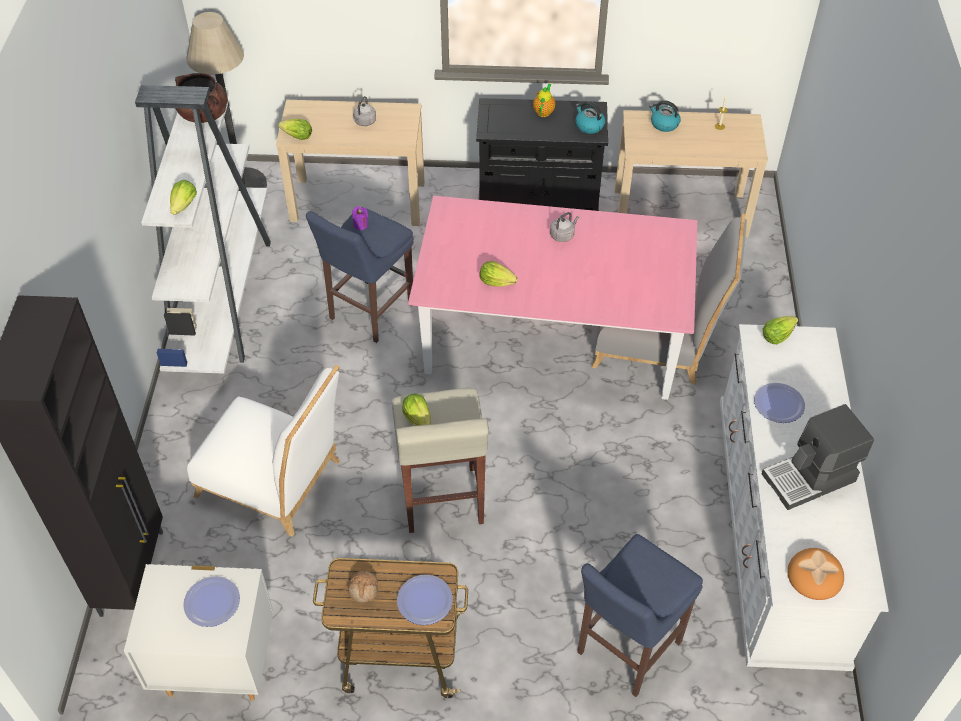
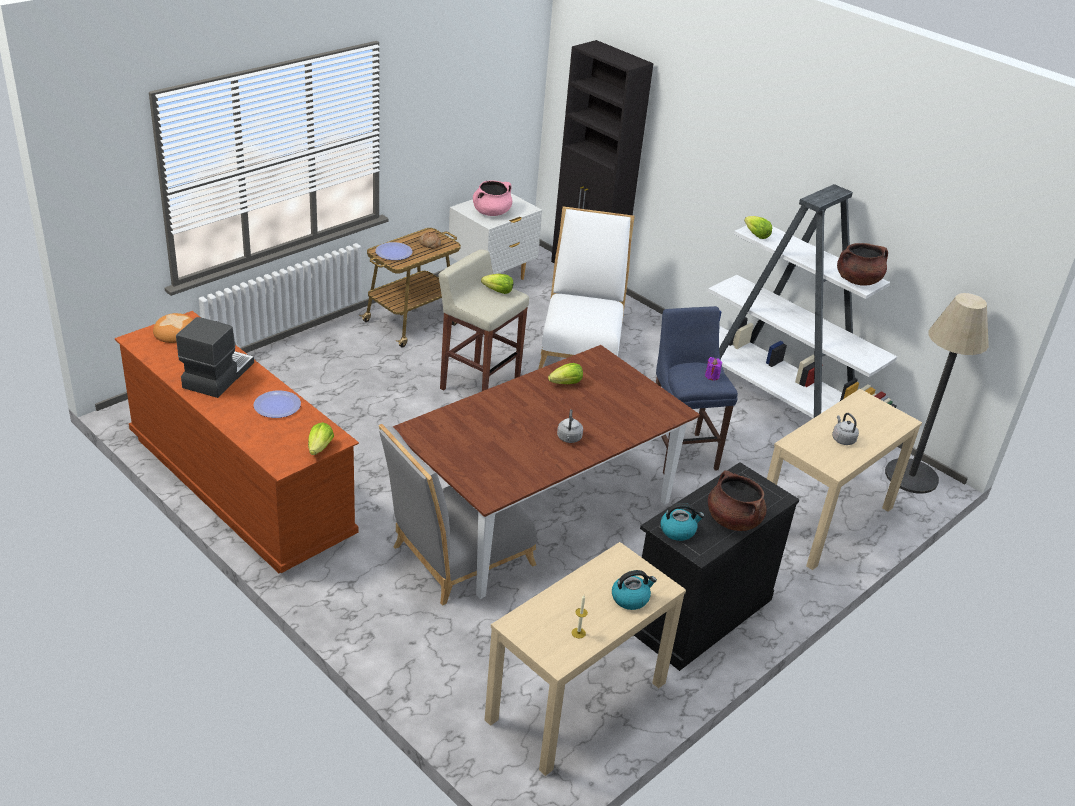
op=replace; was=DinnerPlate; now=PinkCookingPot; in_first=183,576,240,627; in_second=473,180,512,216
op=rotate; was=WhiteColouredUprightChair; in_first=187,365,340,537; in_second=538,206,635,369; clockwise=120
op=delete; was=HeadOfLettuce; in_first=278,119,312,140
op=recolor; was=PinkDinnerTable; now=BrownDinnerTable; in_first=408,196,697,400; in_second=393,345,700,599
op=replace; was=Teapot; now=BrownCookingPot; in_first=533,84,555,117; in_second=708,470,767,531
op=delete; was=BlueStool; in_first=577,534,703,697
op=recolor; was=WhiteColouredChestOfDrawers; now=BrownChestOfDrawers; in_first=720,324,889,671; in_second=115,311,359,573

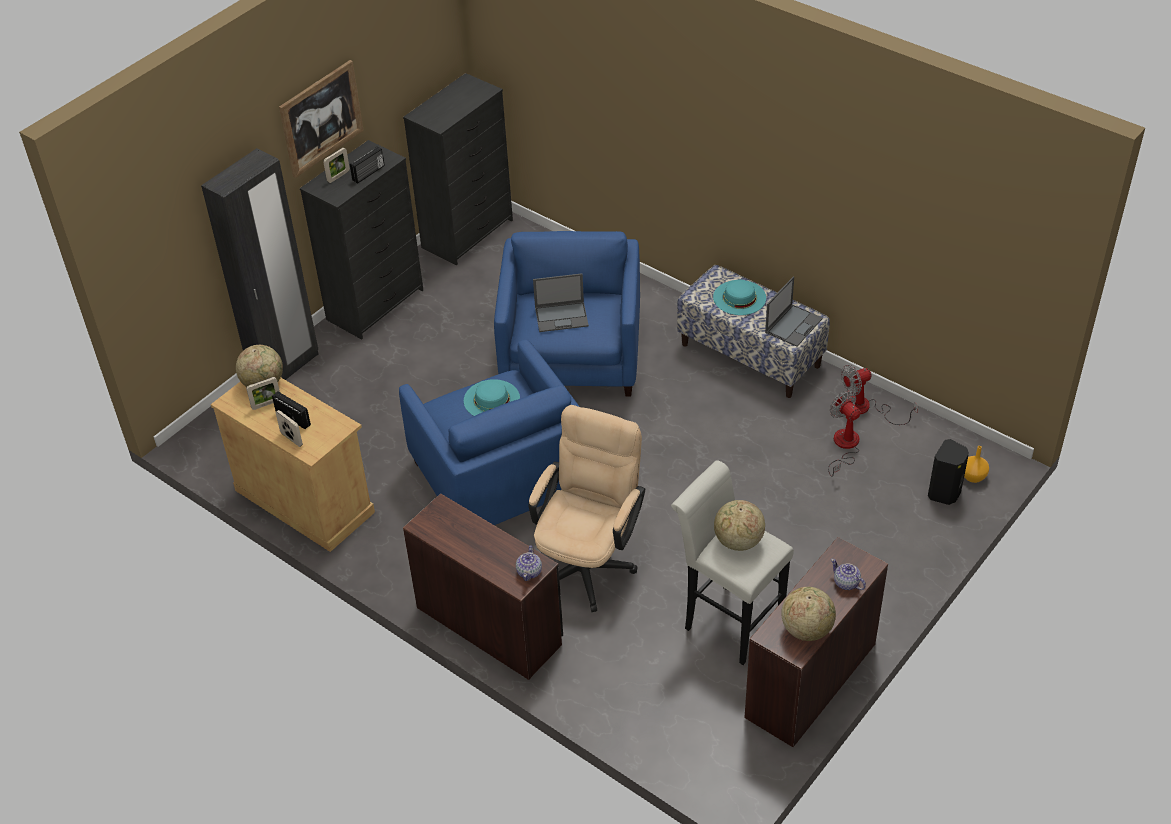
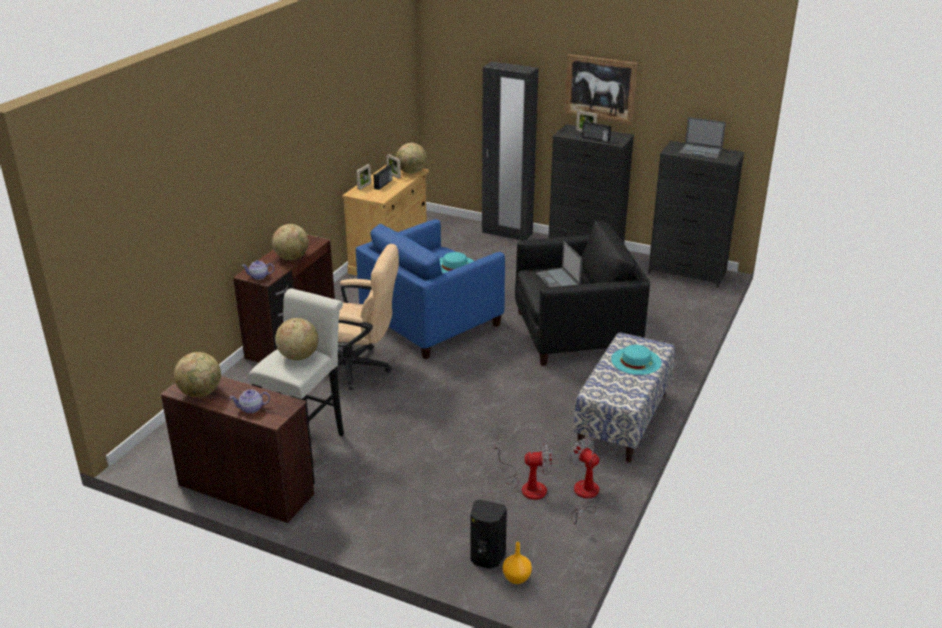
op=recolor; was=BlueEasyChair; now=BlackEasyChair; in_first=494,231,640,397; in_second=515,221,650,366
op=move; was=Laptop; in_first=765,276,823,347; in_second=679,117,726,159
op=rotate; was=Fan; in_first=828,391,860,477; in_second=494,443,552,500; clockwise=45
op=rotate; was=Teapot; in_first=831,559,866,590; in_second=230,389,270,414; clockwise=-135
op=insert; now=WorldGlobe; in_second=272,224,309,260

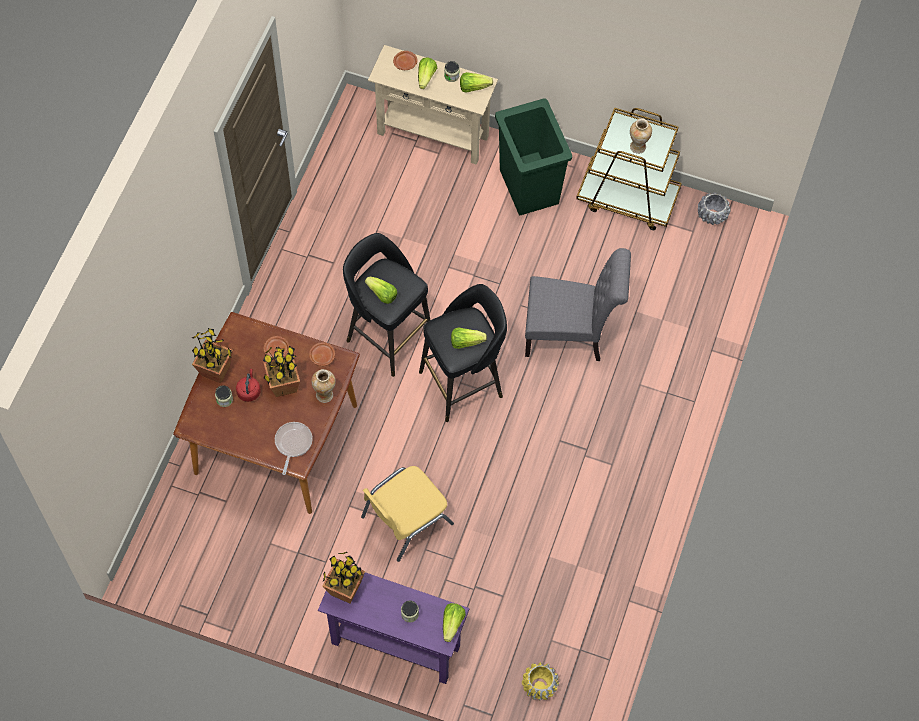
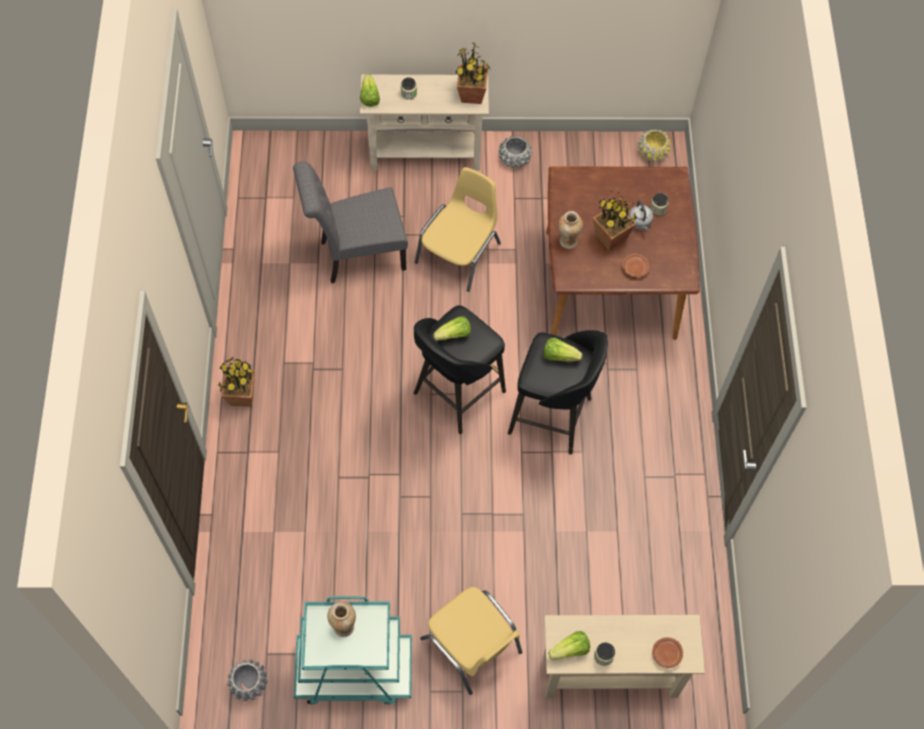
op=move; was=PlantInAPot; in_first=192,328,233,383; in_second=218,357,255,407
op=recolor; was=ReddishTeaKettle; now=GreyTeaKettle; in_first=236,369,261,402; in_second=629,200,653,230
op=delete; was=FryingPan; in_first=275,422,313,475
op=delete; was=BrownDinnerPlate; in_first=309,342,335,366
op=recolor; was=PurpleColouredNarrowTable; now=BeigeNarrowTable; in_first=318,572,469,684; in_second=360,75,489,170
op=delete; was=HeadOfLettuce; in_first=418,57,437,89
op=replace; was=GreenishWasteBin; now=YellowishUprightChair; in_first=495,98,572,216; in_second=420,587,522,695
op=move; was=YellowishFlowerPot; in_first=522,662,559,701; in_second=638,129,671,162
op=move; was=GreyUprightChair; in_first=525,248,631,361; in_second=293,162,408,283
op=recolor; was=BrownCart; now=TurquoiseColouredCart; in_first=576,107,682,230; in_second=294,596,412,705
op=insert; now=GreyFlowerPot; in_second=499,136,532,168

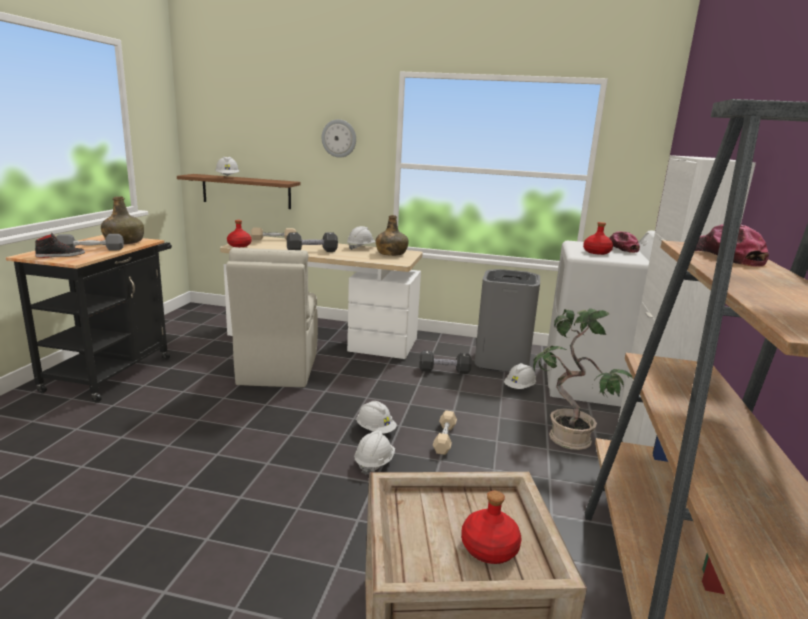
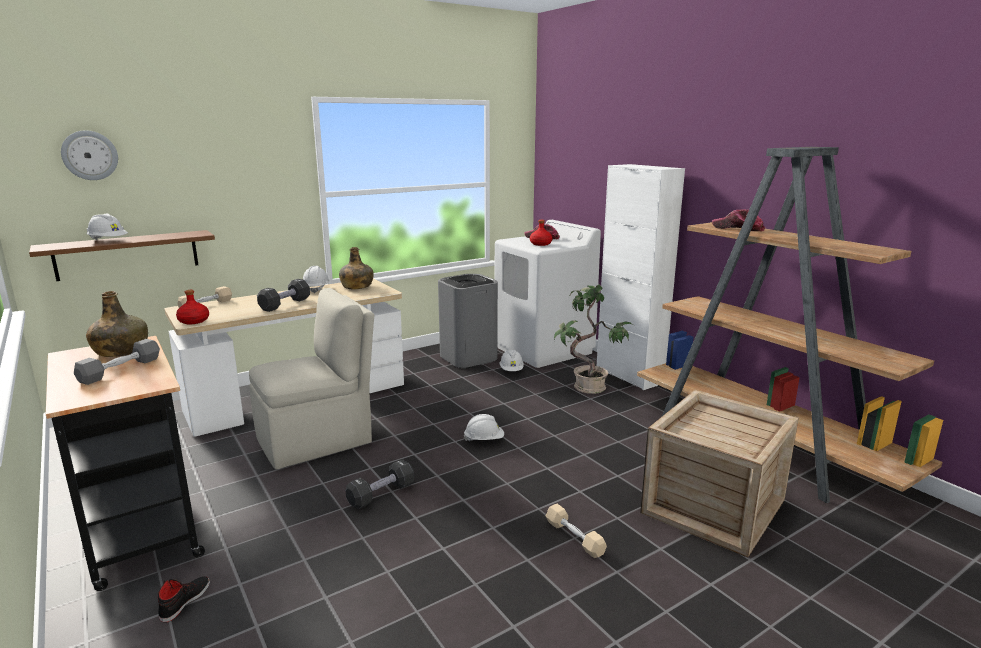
op=move; was=BlackItemOfFootwear; in_first=35,233,85,258; in_second=158,576,210,622
op=rotate; was=BeigeUprightChair; in_first=226,247,318,387; in_second=249,288,374,469; clockwise=-75
op=move; was=HangingClock; in_first=322,119,356,158; in_second=61,130,118,180
op=delete; was=WhiteColouredWorkHelmet; in_first=354,430,395,475
op=move; was=BlackFreeWeight; in_first=419,351,472,374; in_second=345,459,414,509
op=move; was=BeigeFreeWeight; in_first=433,410,457,455; in_second=546,504,607,558
op=delete; was=ReddishBeverageBottle; in_first=461,491,521,564

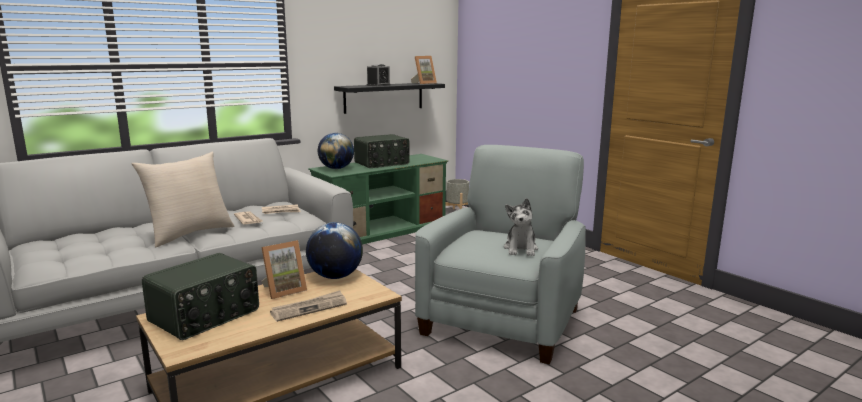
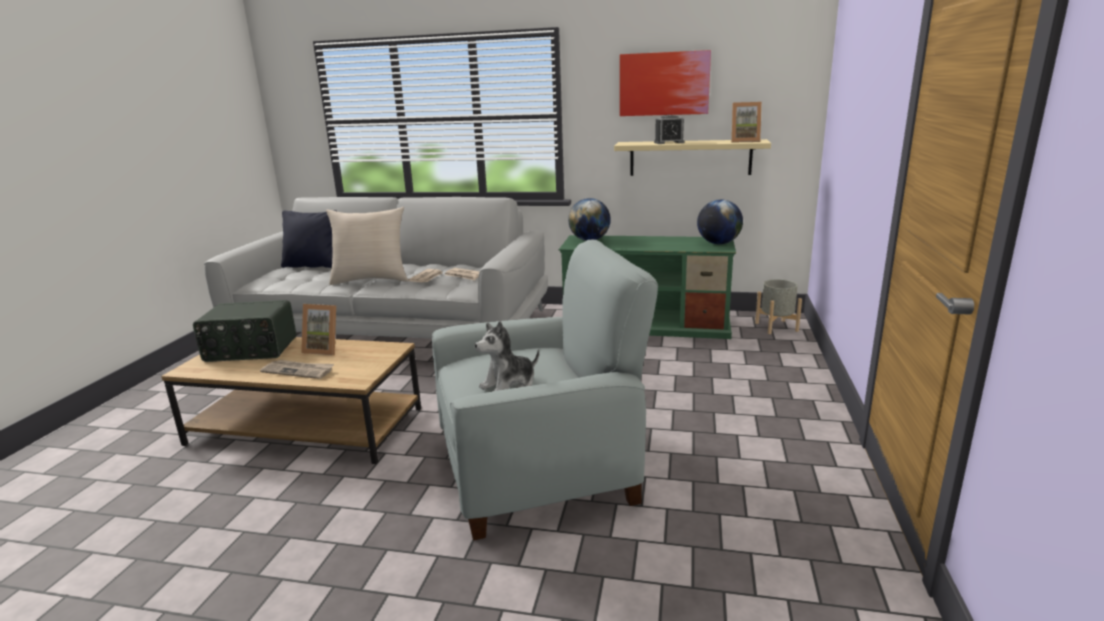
op=move; was=WorldGlobe; in_first=306,222,363,279; in_second=697,199,743,244
op=recolor; was=BlackWallShelf; now=BeigeWallShelf; in_first=334,83,445,114; in_second=614,139,771,176
op=delete; was=RadioSet; in_first=354,134,410,168
op=insert; now=BlackThrowPillow; in_second=281,210,336,268
op=insert; now=Picture; in_second=620,50,711,116

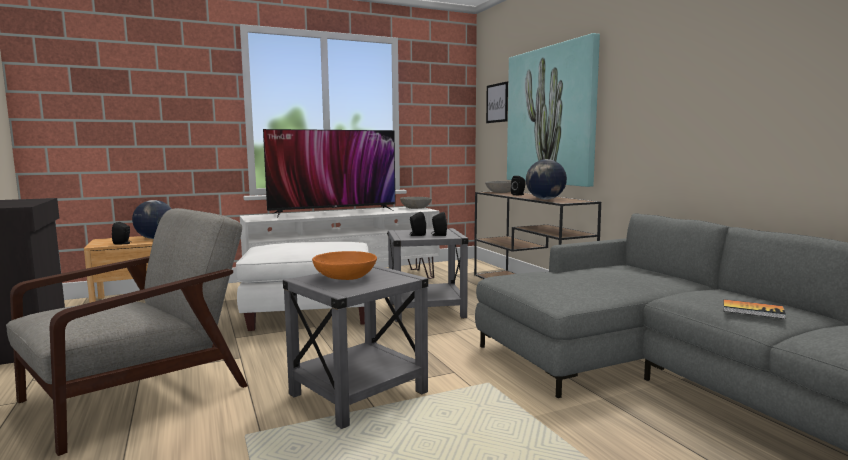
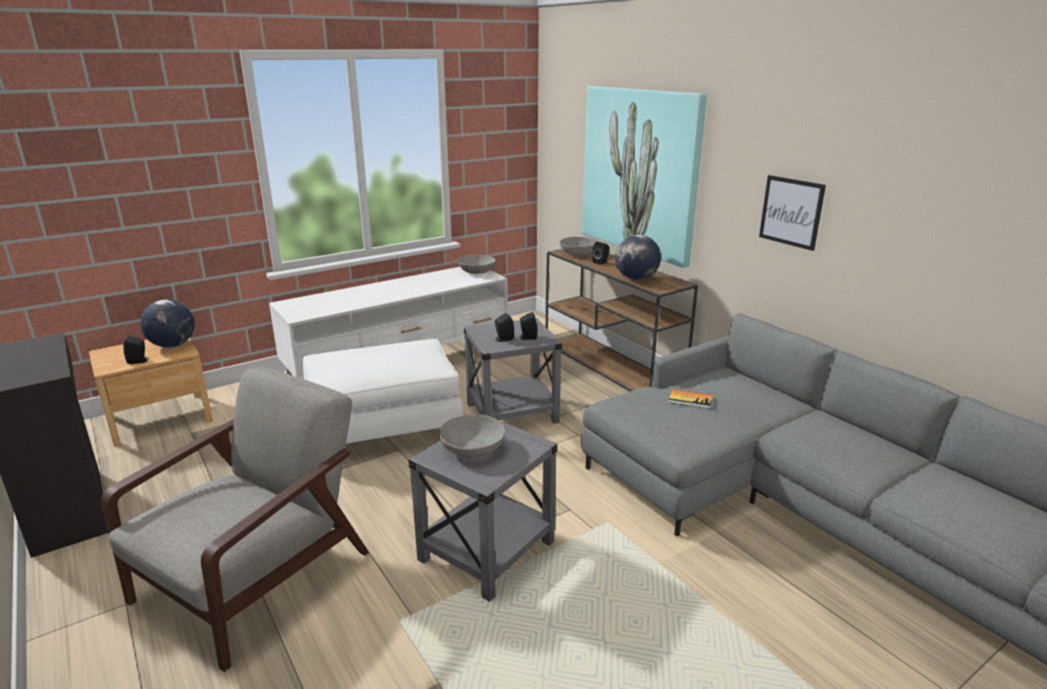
op=delete; was=Television; in_first=263,129,395,218
op=recolor; was=OrangeyServingBowl; now=GreyServingBowl; in_first=312,251,377,280; in_second=439,414,505,458
op=move; was=Picture; in_first=486,82,508,123; in_second=759,175,826,251
op=move; was=Volume; in_first=723,299,786,319; in_second=669,389,713,409

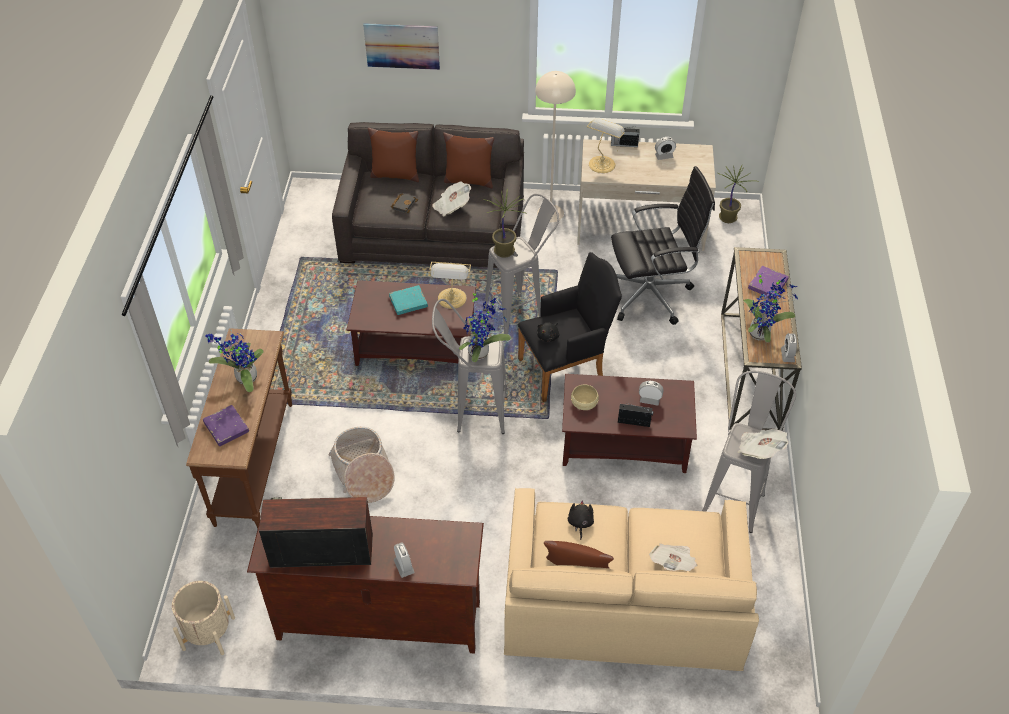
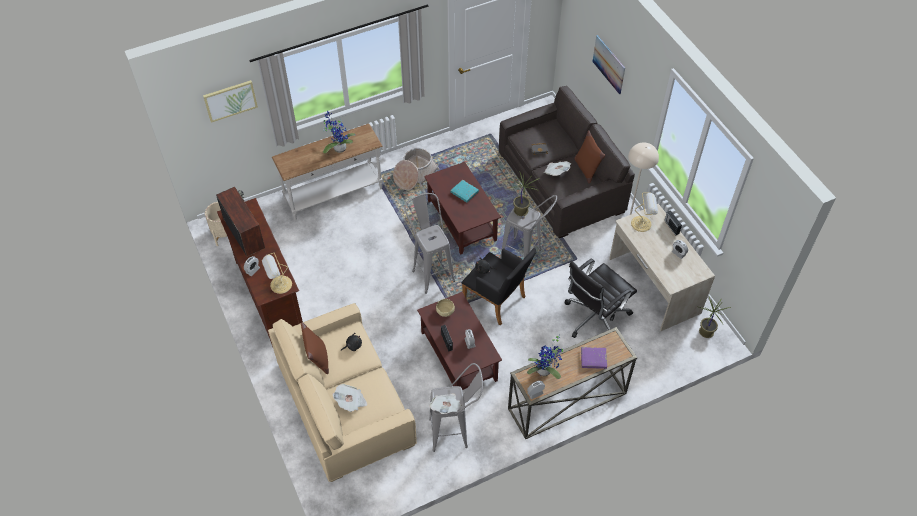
op=recolor; was=BrownNarrowTable; now=WhiteColouredNarrowTable; in_first=186,328,292,529; in_second=272,124,383,220
op=delete; was=PurpleColouredVolume; in_first=203,405,249,446
op=move; was=HouseholdBasket; in_first=329,427,394,503; in_second=393,148,440,190
op=delete; was=BrownThrowPillow; in_first=368,128,419,182
op=move; was=TabletopLamp; in_first=429,262,471,309; in_second=262,253,292,294
op=delete; was=PlantInAPot; in_first=459,290,511,362
op=rotate; was=BlackComputerChair; in_first=611,166,715,325; in_second=565,258,637,338; clockwise=90
op=insert; now=Picture; in_second=203,80,258,123

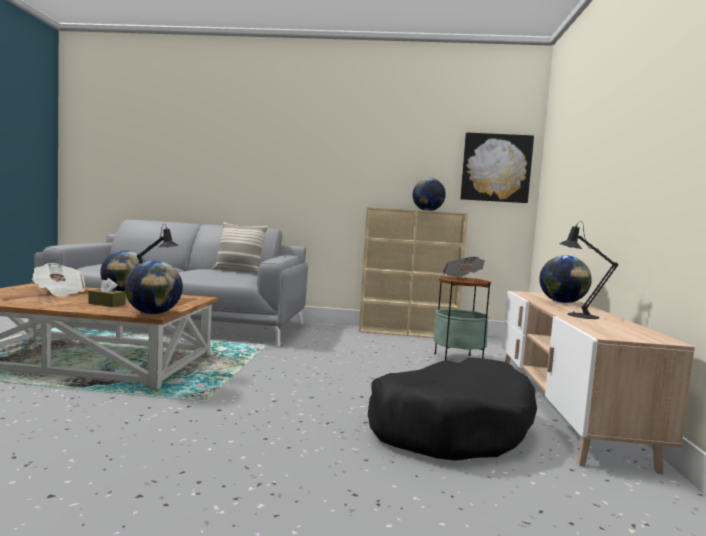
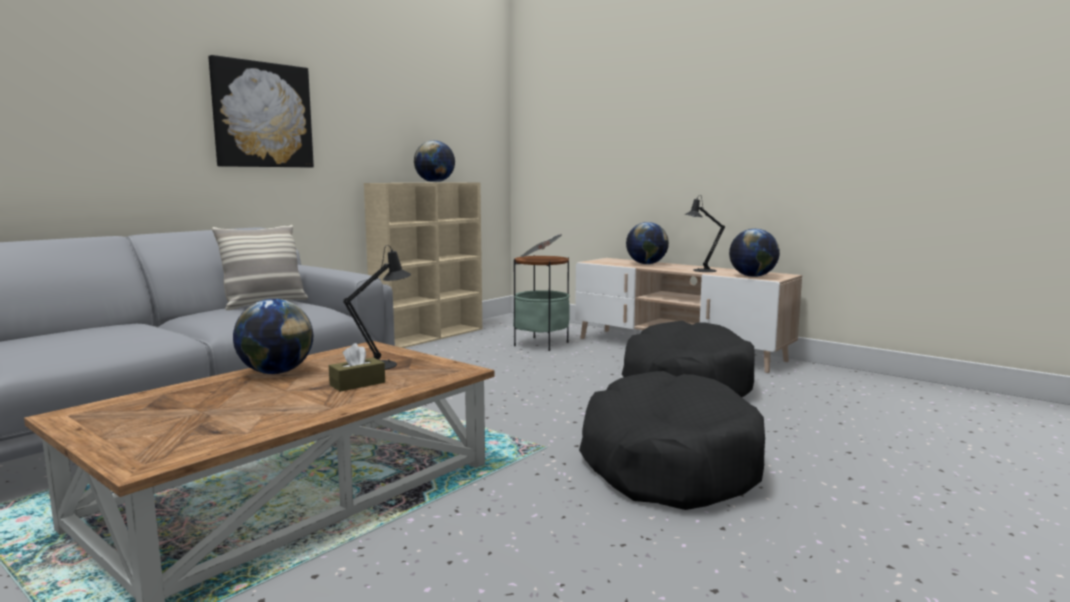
op=delete; was=PrintedPaper; in_first=32,263,85,297
op=move; was=WorldGlobe; in_first=125,261,183,314; in_second=729,229,780,277
op=move; was=Picture; in_first=460,132,534,203; in_second=208,55,314,168
op=insert; now=BlackPetBed; in_second=579,371,765,510

